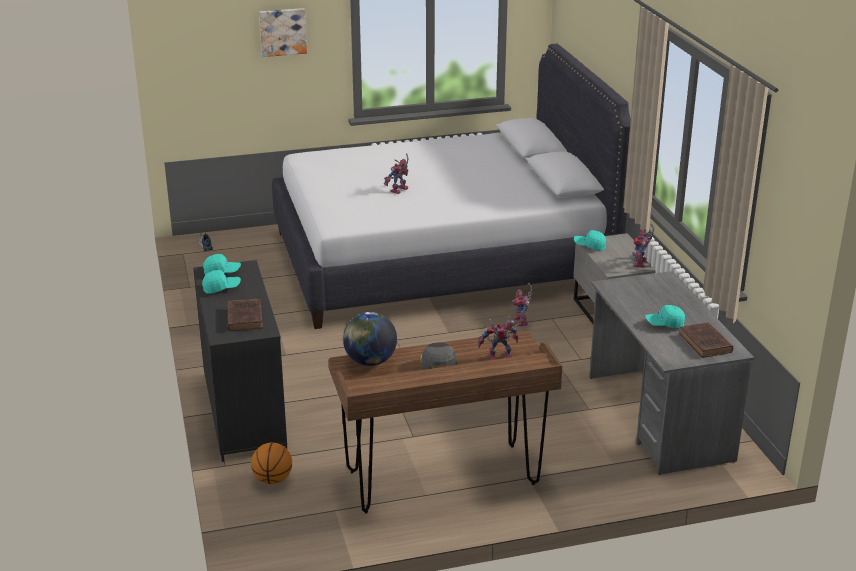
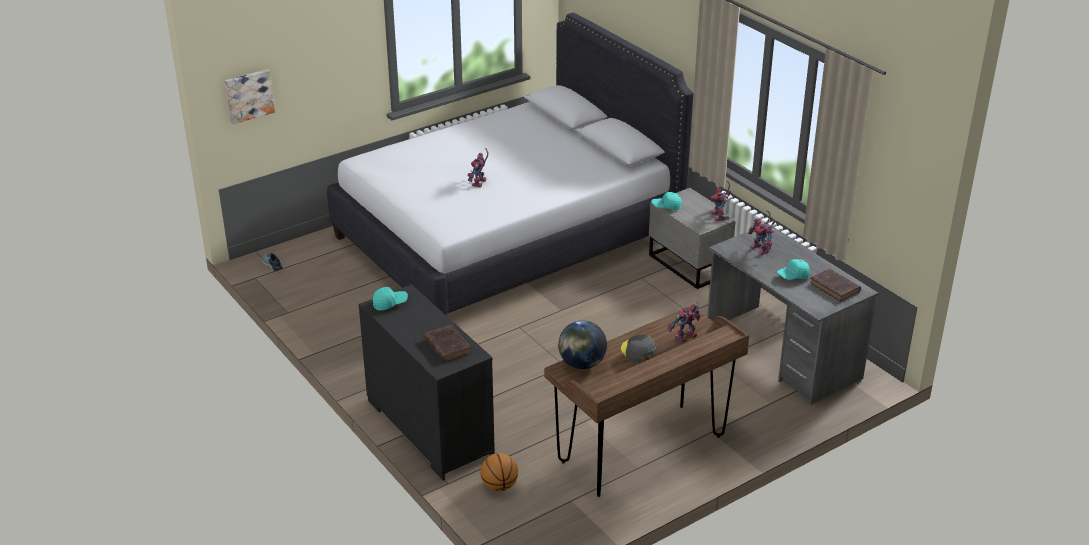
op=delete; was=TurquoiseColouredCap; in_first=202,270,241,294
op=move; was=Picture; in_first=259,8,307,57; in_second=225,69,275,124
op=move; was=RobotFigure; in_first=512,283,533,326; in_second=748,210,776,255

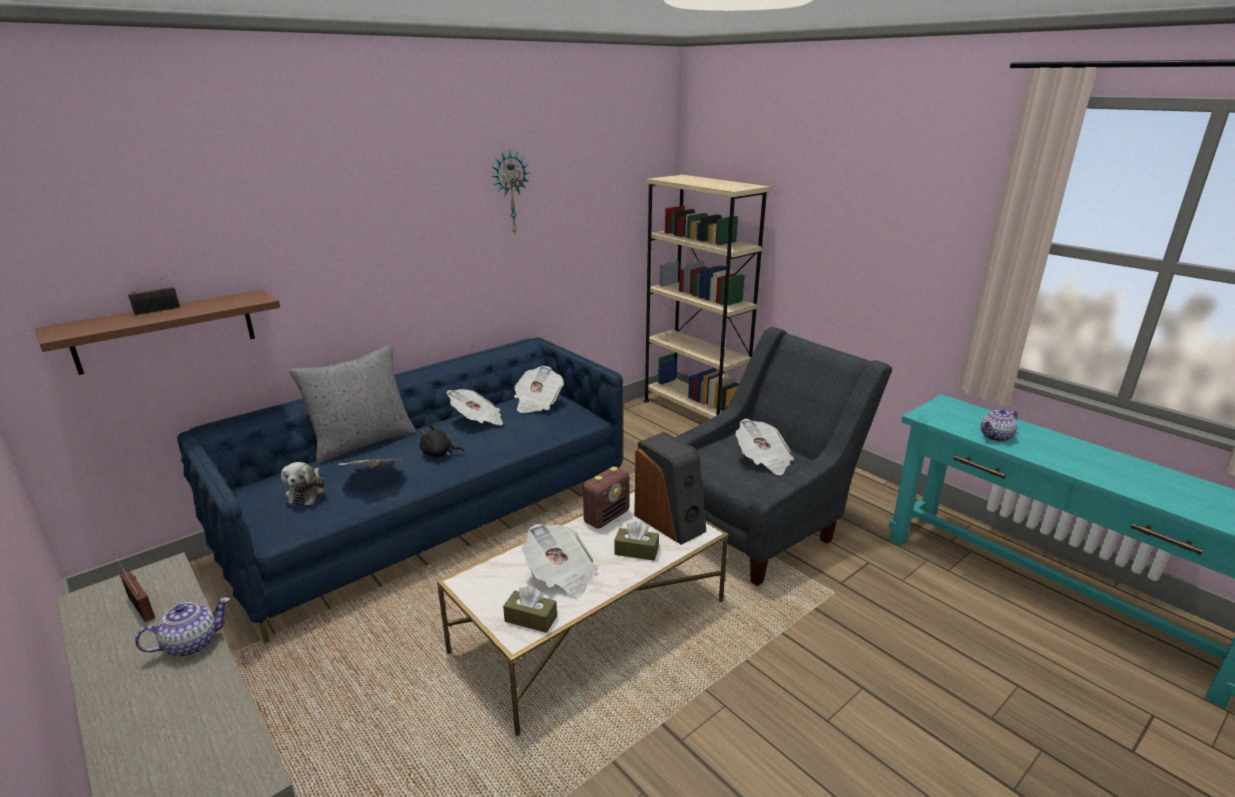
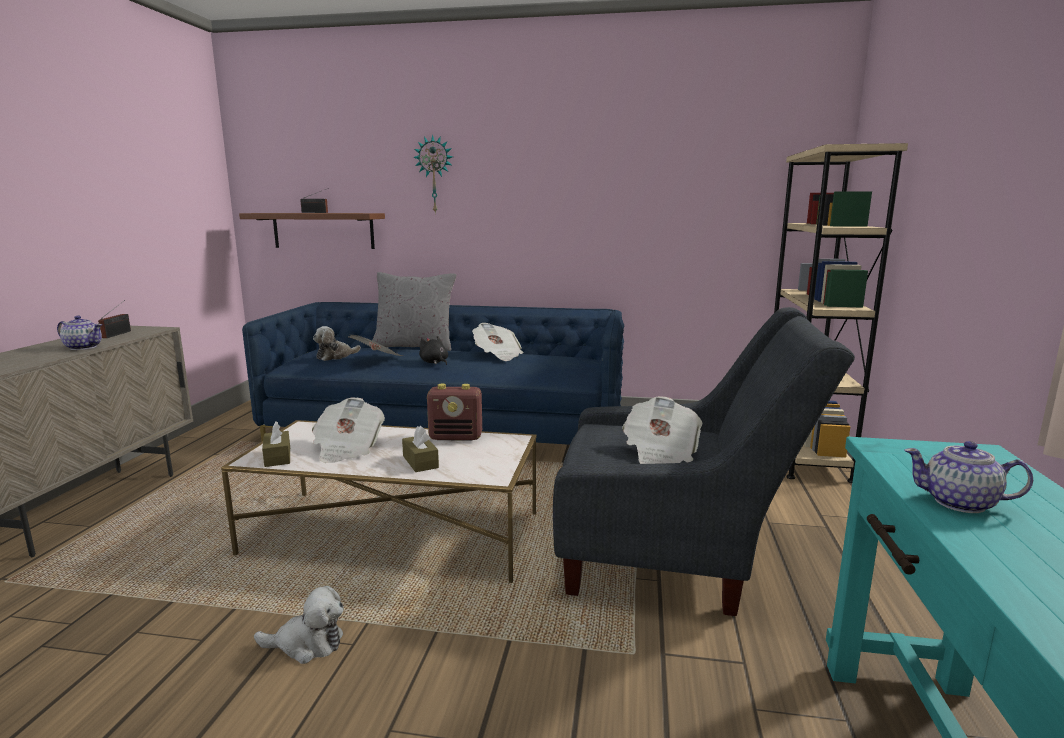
op=move; was=HangingClock; in_first=492,151,530,233; in_second=413,134,453,214
op=delete; was=PrintedPaper; in_first=514,366,564,413
op=delete; was=Loudspeaker; in_first=634,432,706,545
op=insert; now=PlushToy; in_second=254,586,344,664

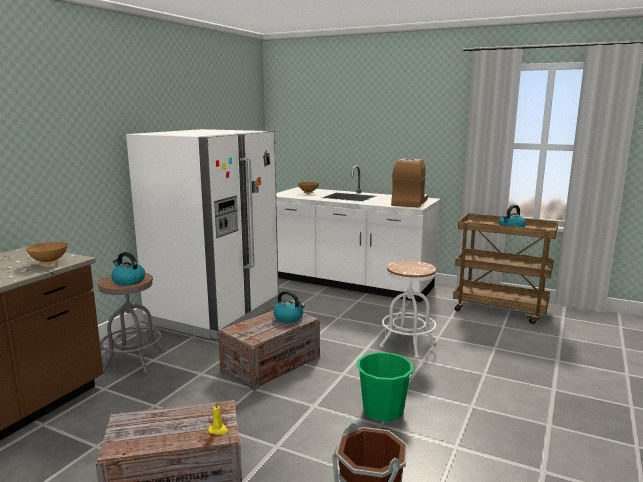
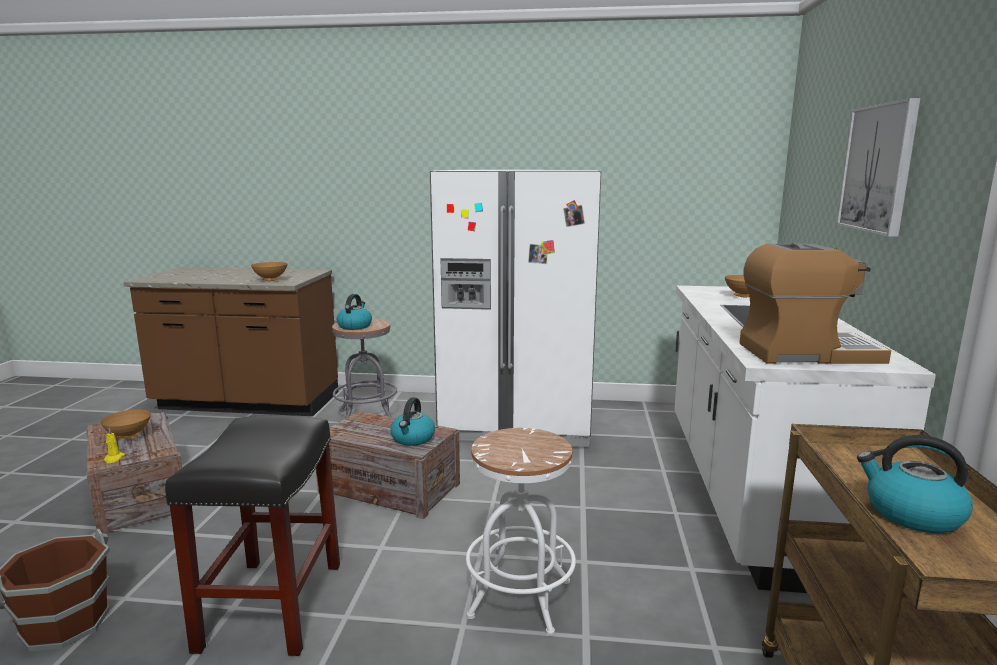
op=replace; was=GreenishBucket; now=BlackStool; in_first=357,352,414,422; in_second=165,415,340,656
op=insert; now=BrownServingBowl; in_second=100,409,151,440
op=insert; now=Picture; in_second=836,98,921,237

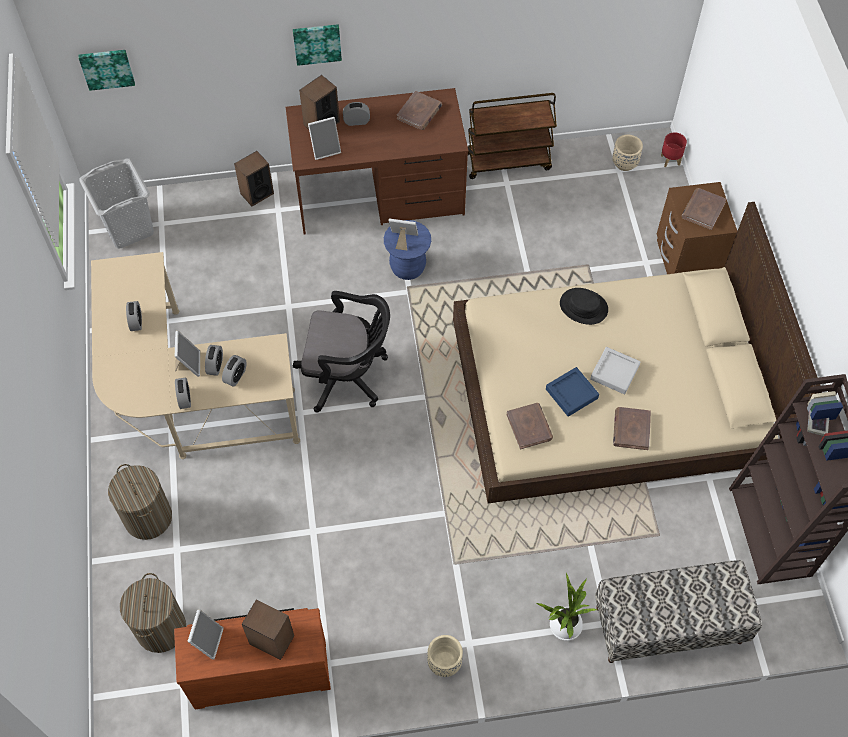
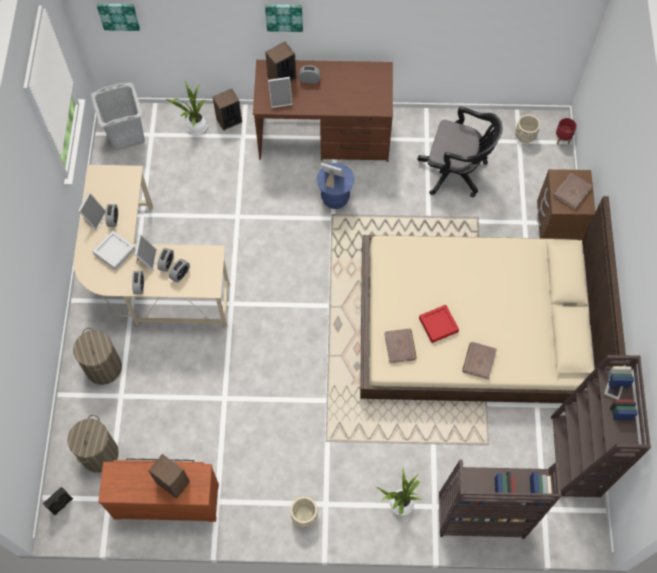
op=move; was=PhotoFrame; in_first=188,609,224,660; in_second=78,193,106,230
op=move; was=BlackComputerChair; in_first=293,291,390,413; in_second=417,107,502,197
op=delete; was=BrownVolume; in_first=397,91,442,130
op=delete; was=BrownCart; in_first=468,93,557,179
op=recolor; was=BlueCarryingTray; now=ReddishCarryingTray; in_first=546,367,599,417; in_second=419,305,459,343
op=delete; was=BlackHat; in_first=560,288,608,325
op=move; was=GreyCarryingTray; in_first=590,347,640,394; in_second=92,230,136,270
op=replace; was=LongSeat; now=BrownBookshelf; in_first=595,560,762,663; in_second=439,460,561,539
op=insert; now=BlackLoudspeaker; in_second=43,487,73,515
op=insert; now=PlantInAPot; in_second=166,81,207,134

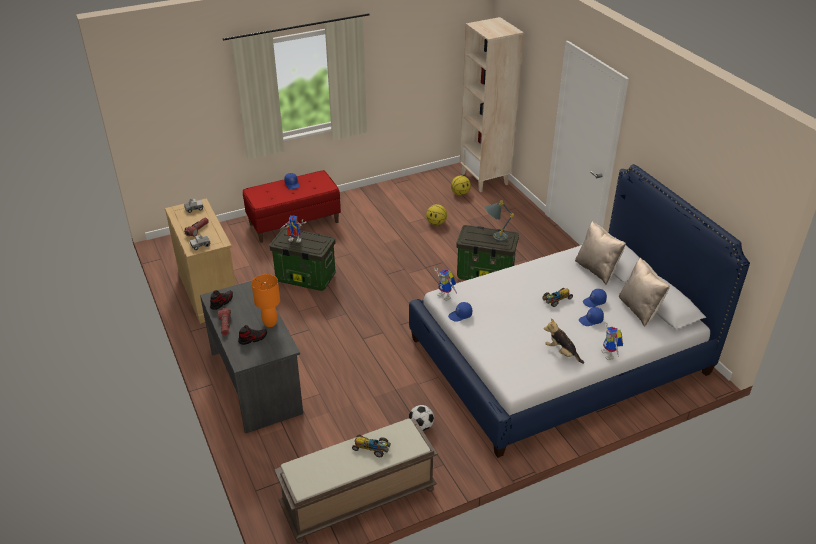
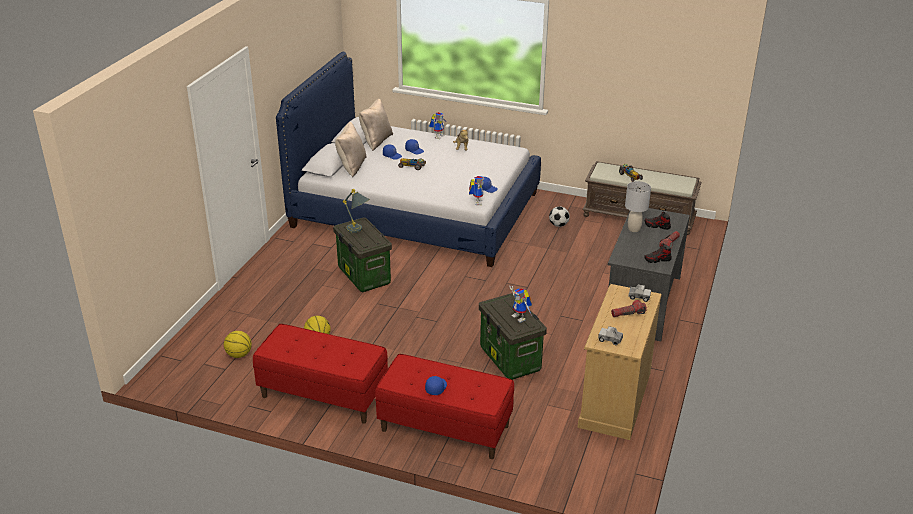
op=recolor; was=OrangeyTabletopLamp; now=GreyTabletopLamp; in_first=252,274,280,327; in_second=625,181,651,232
op=delete; was=BeigeBookshelf; in_first=460,17,524,192
op=insert; now=ReddishLongSeat; in_second=253,324,388,424

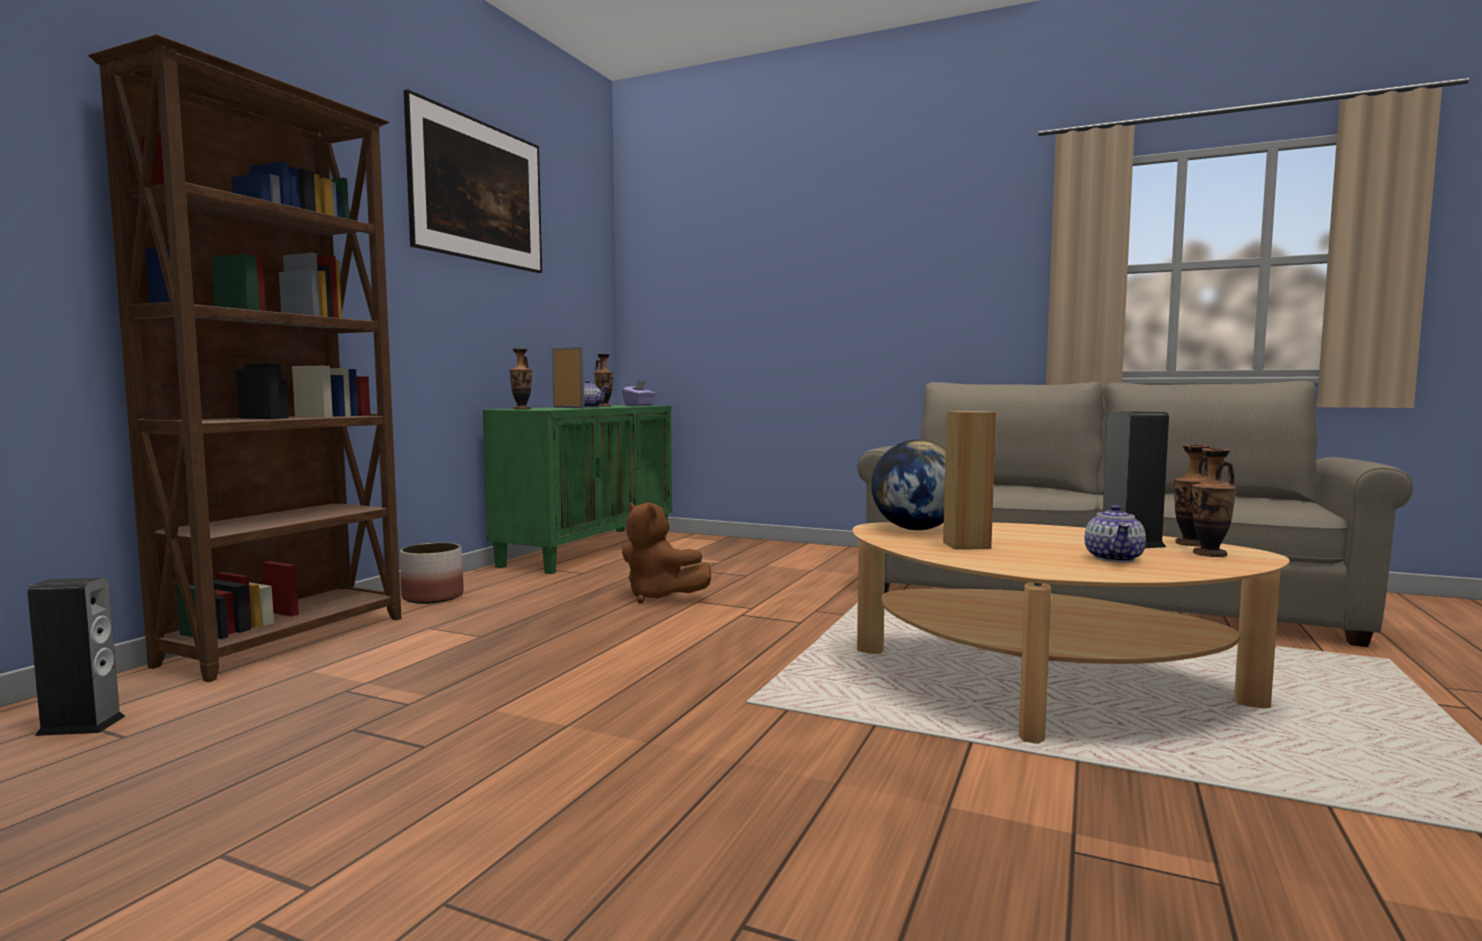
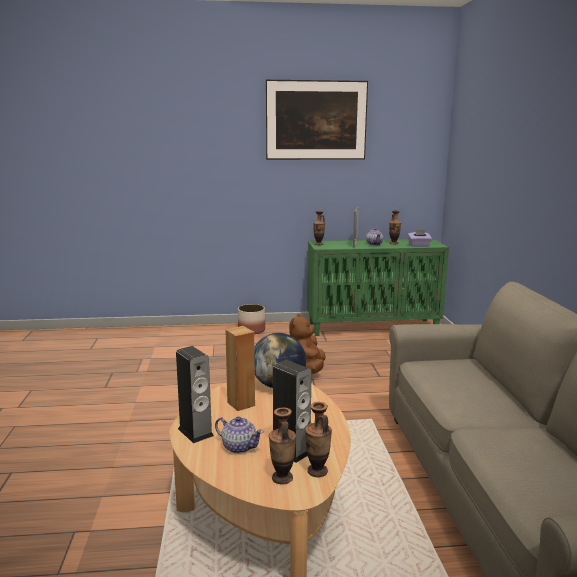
op=move; was=Loudspeaker; in_first=27,578,126,736; in_second=176,346,214,443
op=delete; was=BrownBookshelf; in_first=88,34,401,682
op=rotate; was=Teapot; in_first=1085,505,1146,562; in_second=215,416,264,454; clockwise=-135

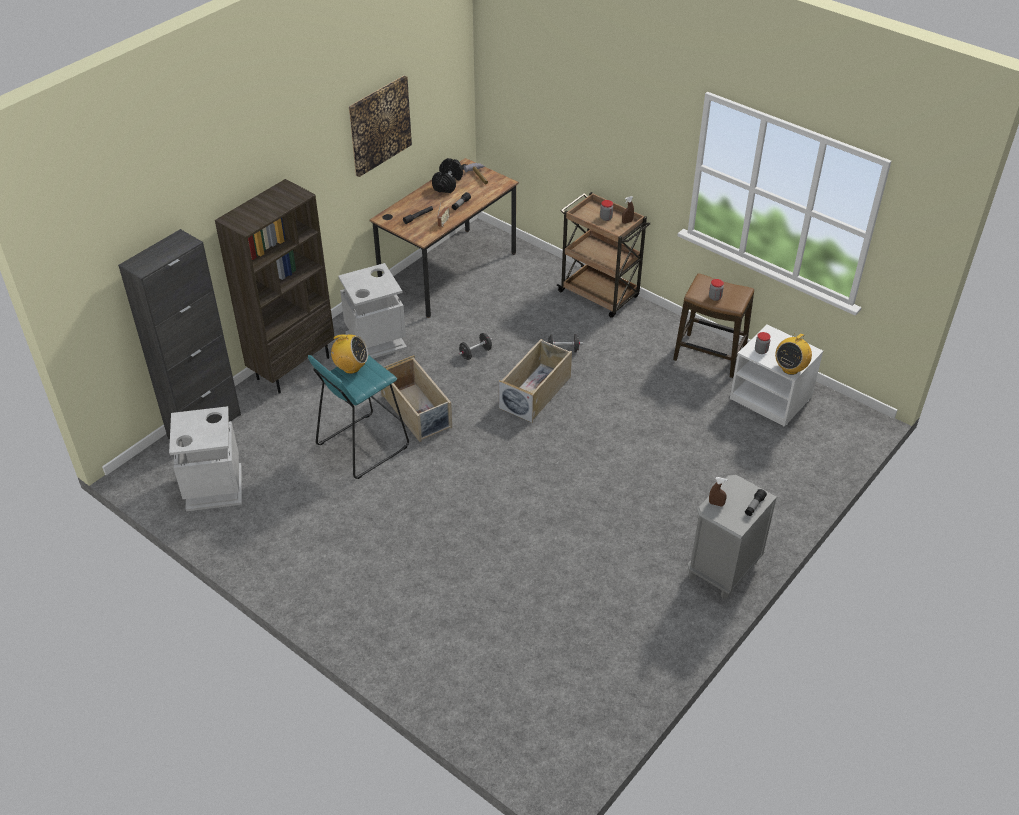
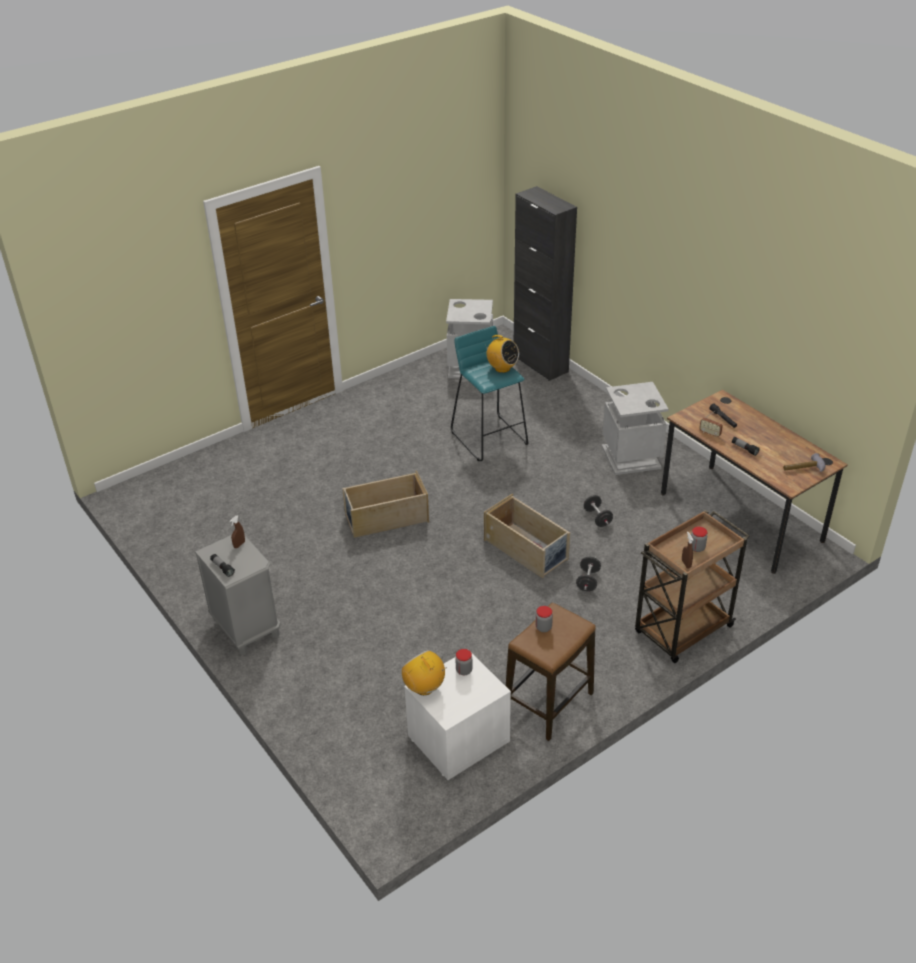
op=delete; was=BrownBookshelf; in_first=215,179,334,394
op=rotate; was=RadioSet; in_first=328,334,368,374; in_second=483,335,519,373; clockwise=-75
op=delete; was=Picture; in_first=349,75,412,177
op=move; was=BeigeStorageBin; in_first=381,355,452,442; in_second=342,471,429,538
op=delete; was=BlackFreeWeight; in_first=432,158,463,193

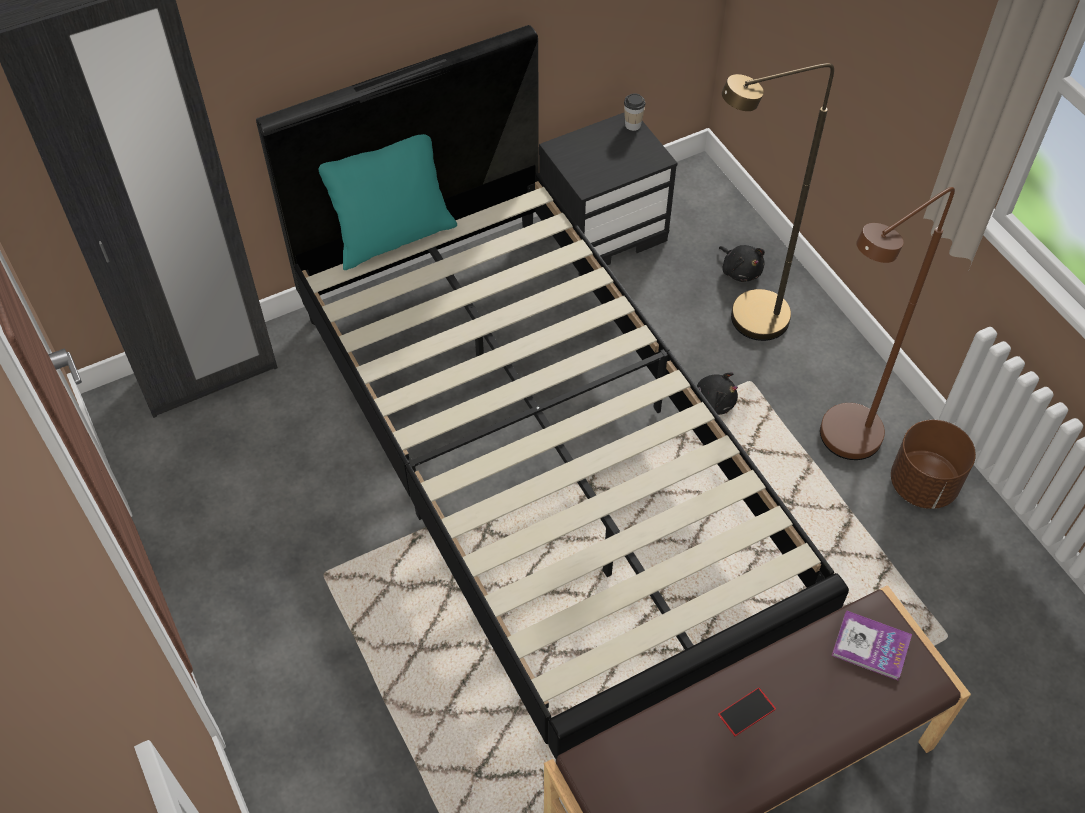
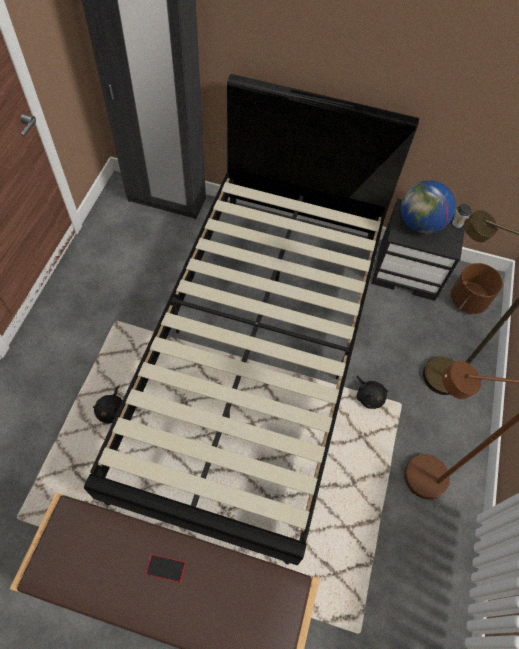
op=delete; was=TurquoiseColouredThrowPillow; in_first=318,134,457,270
op=move; was=BlackPlushToy; in_first=719,245,765,282; in_second=93,387,123,423
op=delete; was=Volume; in_first=832,610,912,680
op=move; was=BrownFlowerPot; in_first=891,420,976,509; in_second=451,263,503,314
op=insert; now=WorldGlobe; in_second=401,180,456,234

